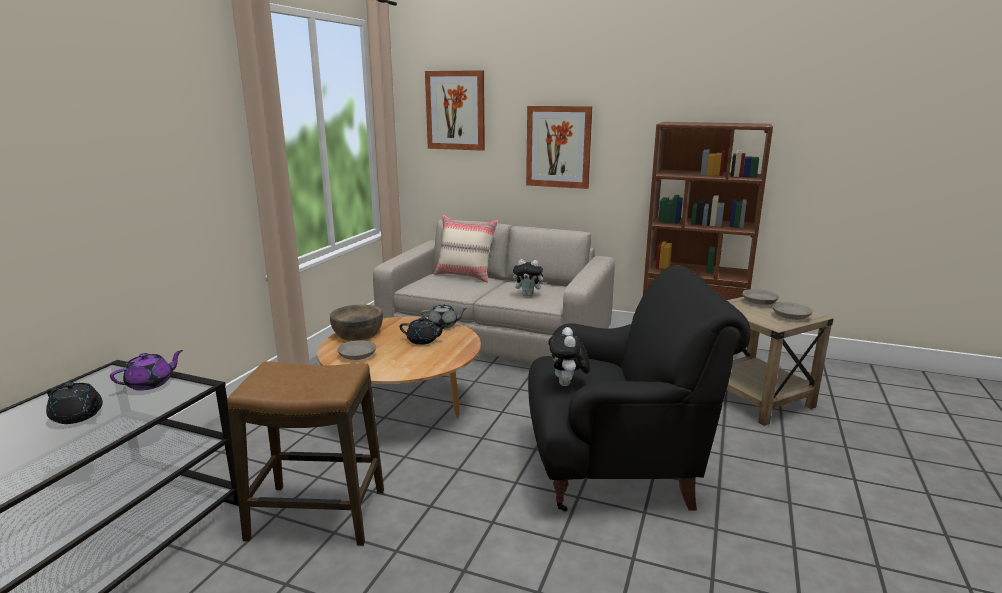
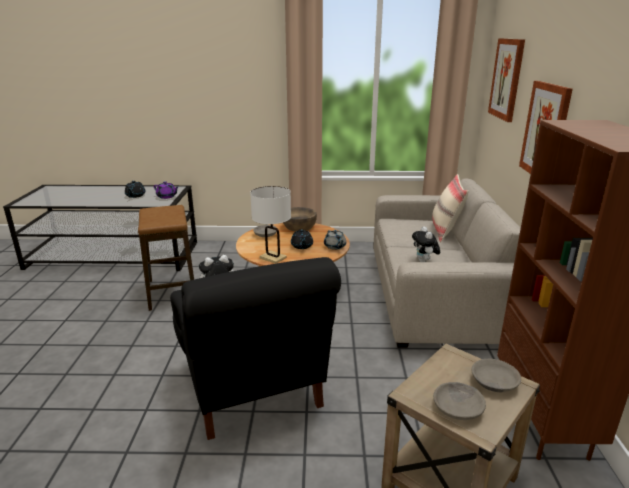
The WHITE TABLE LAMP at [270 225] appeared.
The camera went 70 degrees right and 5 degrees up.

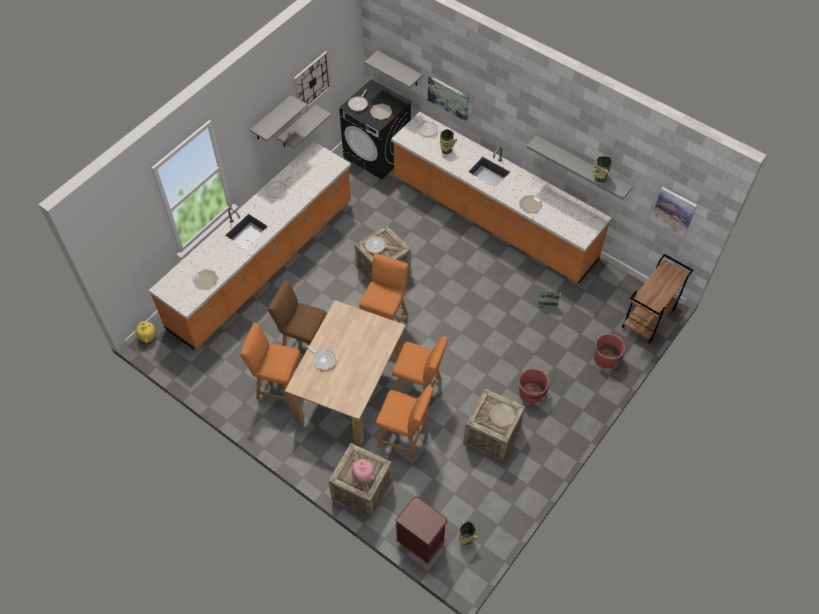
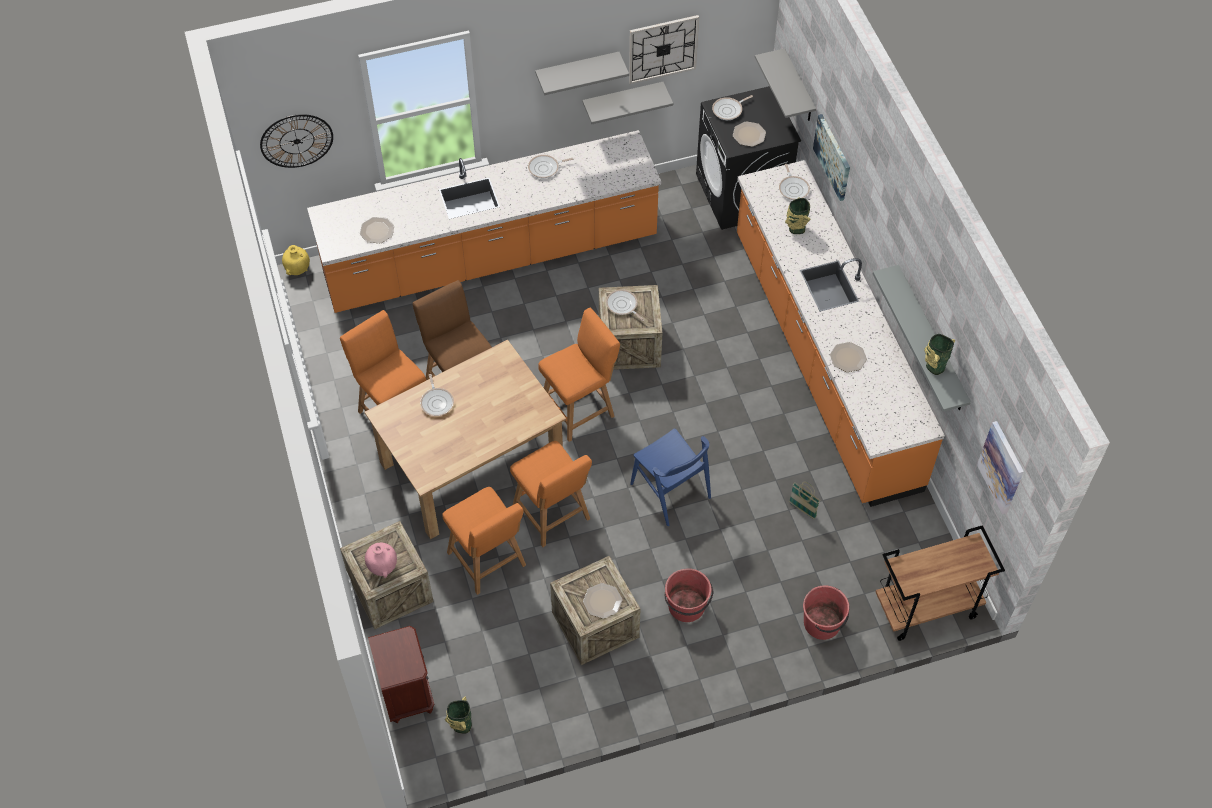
The WALL CLOCK at [296 141] appeared.
The BLUE CHAIR at [670 477] appeared.
The camera went 35 degrees right and 0 degrees up.

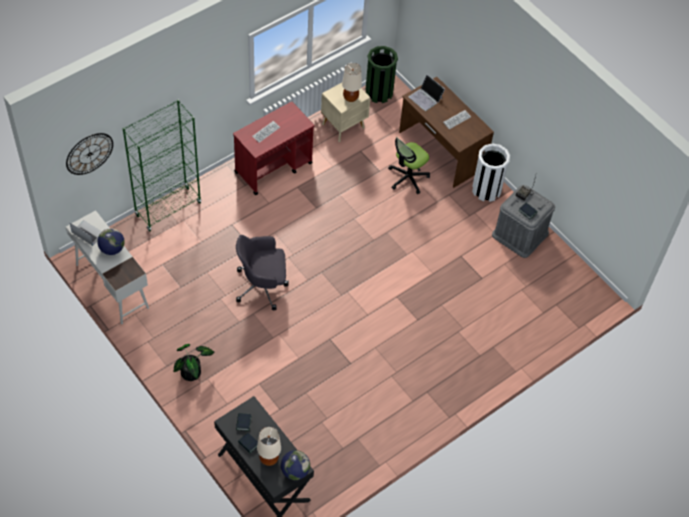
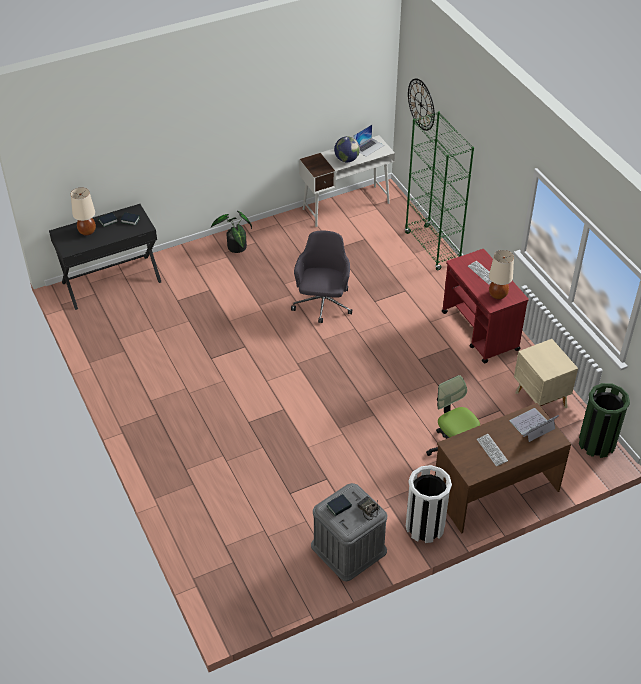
The BEIGE TABLE LAMP moved from [352 82] to [501 275].
The GLOBE at [295 465] disappeared.
The camera went 105 degrees right and 10 degrees down.

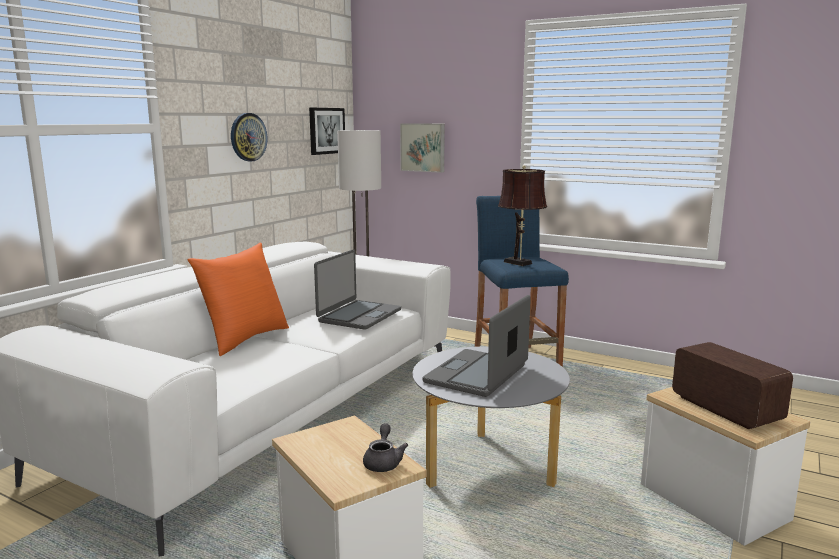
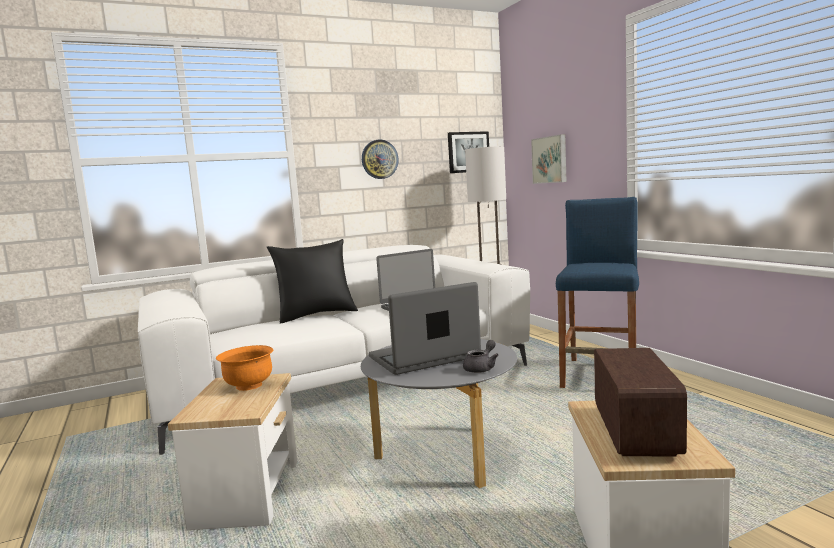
The ORANGE BOWL at [244 368] appeared.
The ORANGE PILLOW at [238 299] became the BLACK PILLOW at [312 281].
The GREY TEAPOT moved from [385 447] to [481 356].
The BROWN TABLE LAMP at [522 215] disappeared.
The camera went 35 degrees right and 5 degrees down.

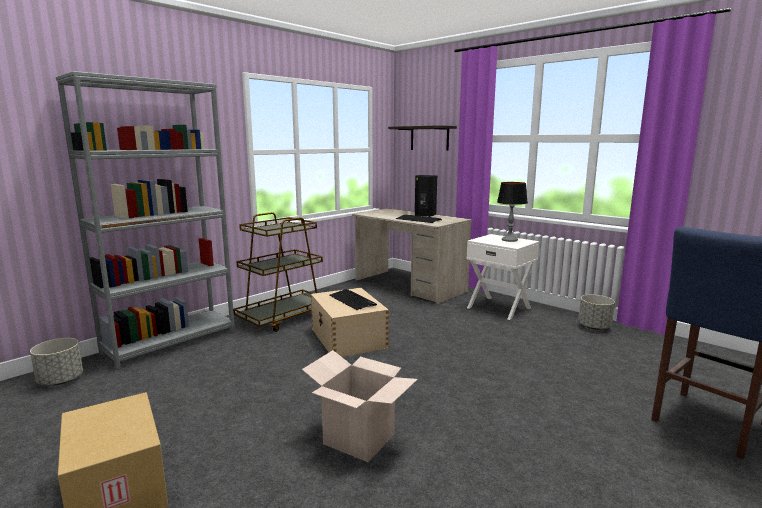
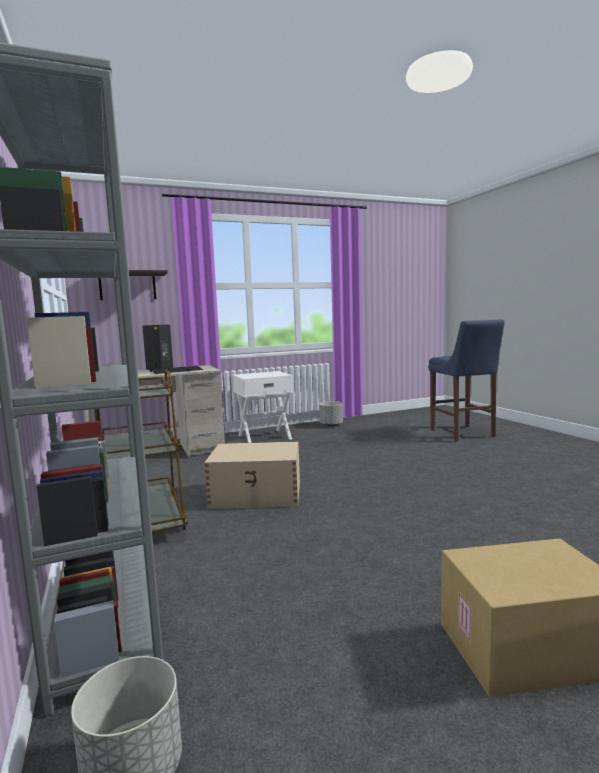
The CARDBOARD BOX at [360 406] disappeared.
The KEYBOARD at [353 299] disappeared.
The TABLE LAMP at [512 212] disappeared.
The camera went 65 degrees left and 5 degrees down.

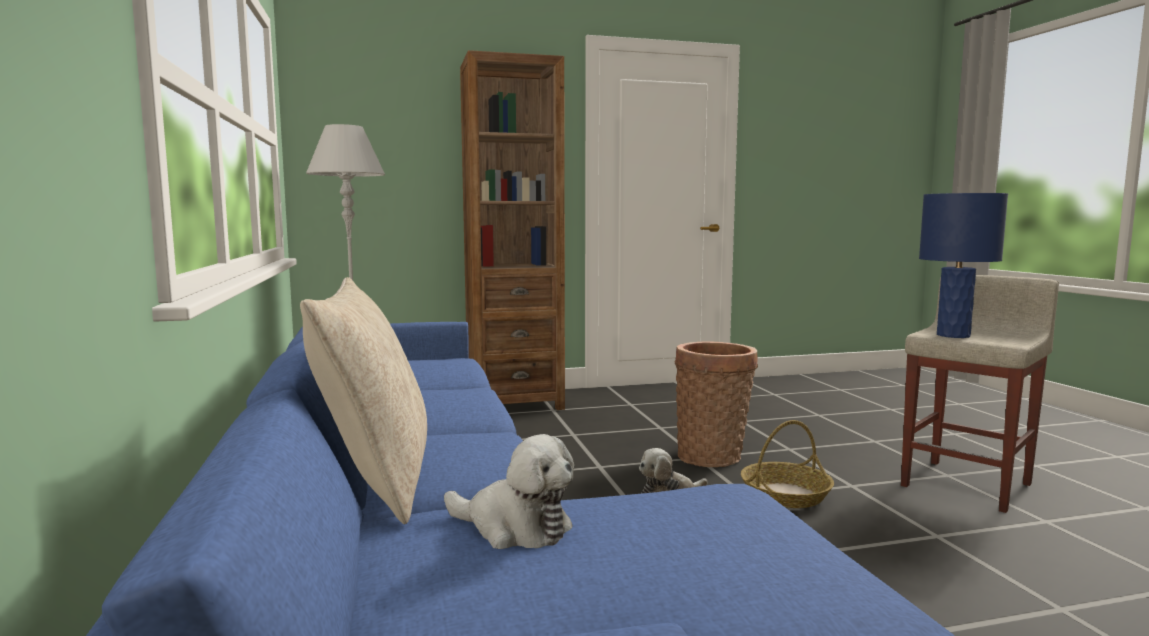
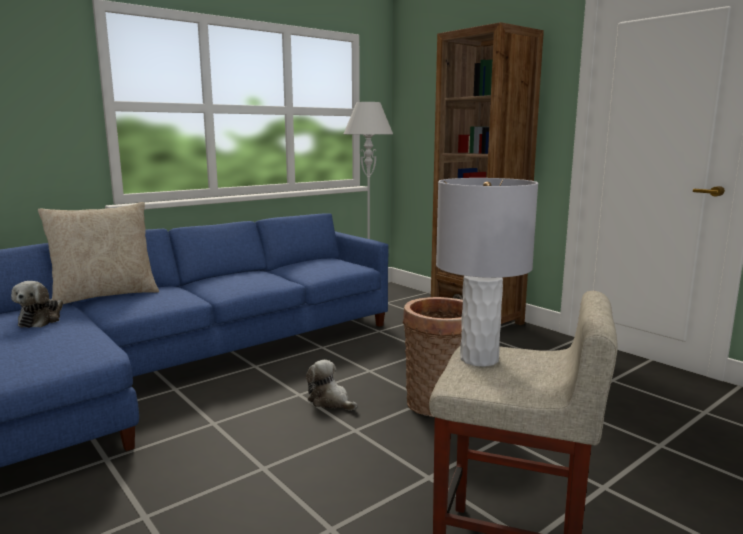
The BLUE TABLE LAMP at [963 265] became the GREY TABLE LAMP at [487 272].
The BASKET at [787 464] disappeared.
The camera went 65 degrees right and 5 degrees up.

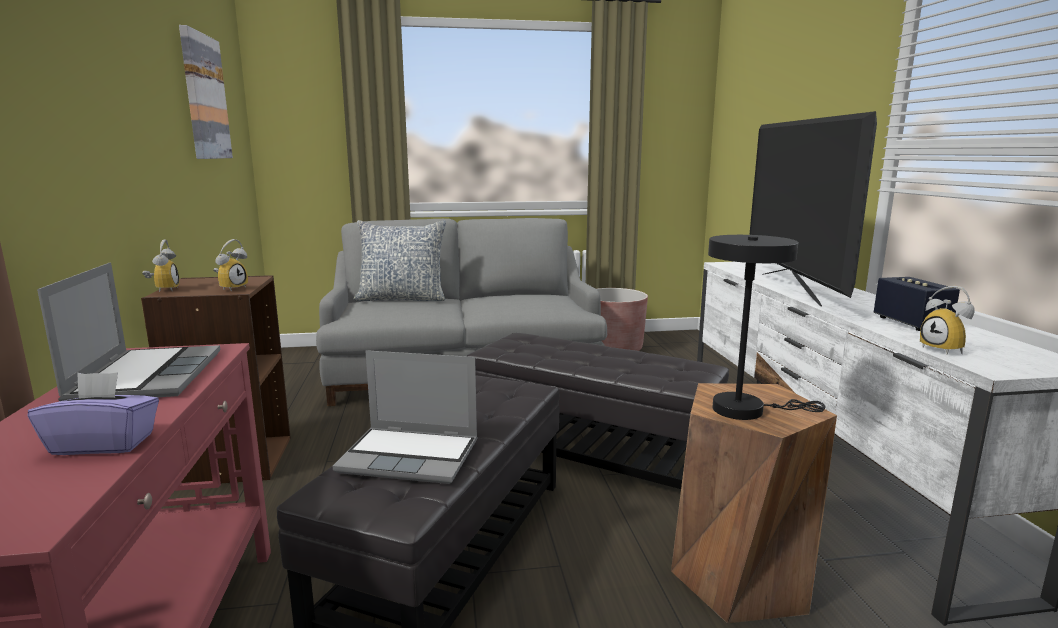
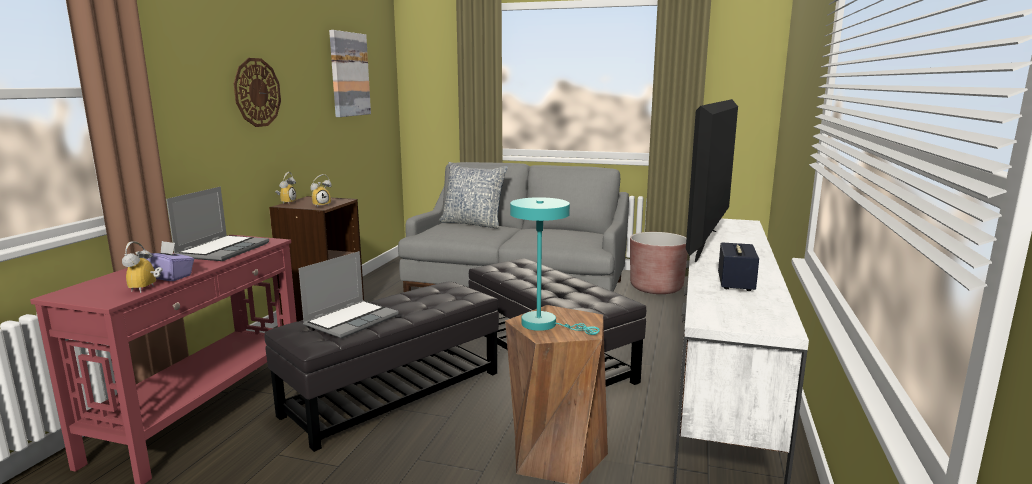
The ALARM CLOCK moved from [947 320] to [142 267].
The WALL CLOCK at [257 92] appeared.
The LAPTOP at [405 417] turned 90 degrees counterclockwise.
The BLACK TABLE LAMP at [767 327] became the TURQUOISE TABLE LAMP at [555 266].
The camera went 25 degrees right and 0 degrees up.

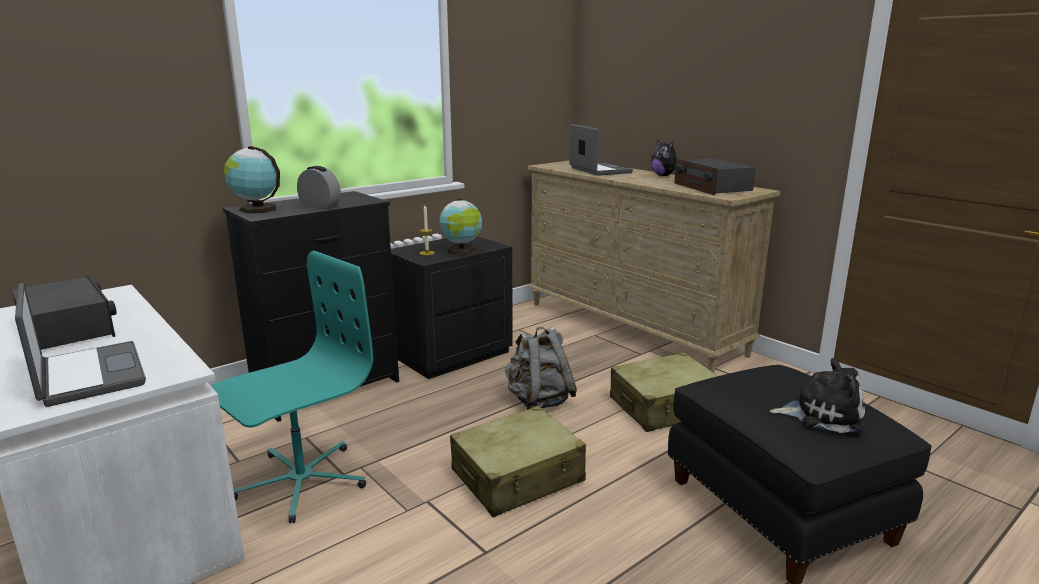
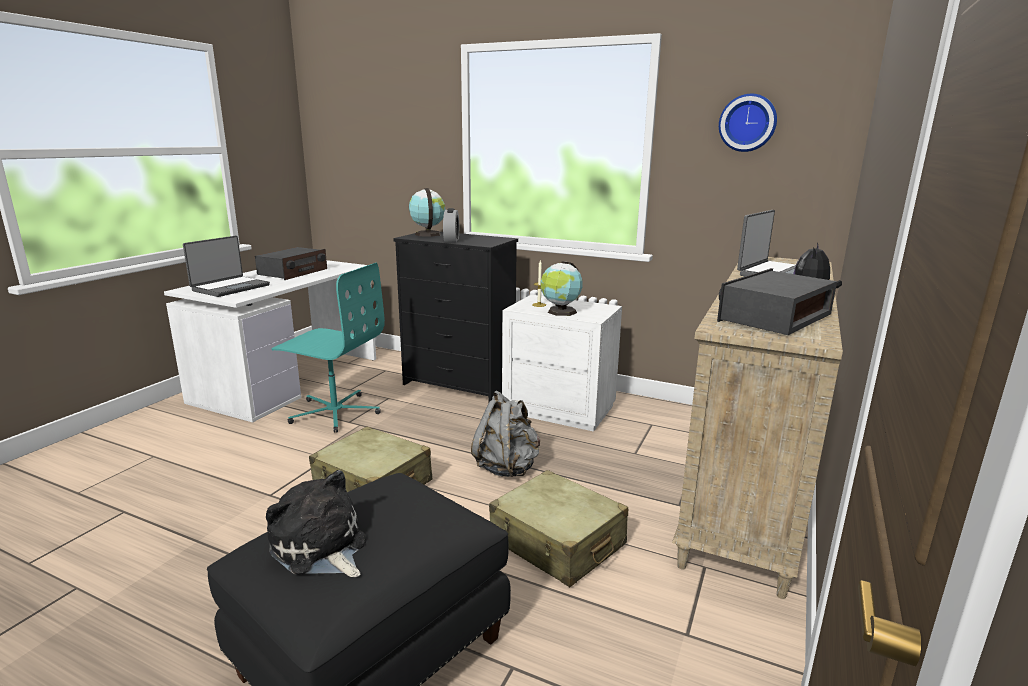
The PLUSH TOY at [817 395] turned 150 degrees clockwise.
The BLACK NIGHTSTAND at [452 307] became the WHITE NIGHTSTAND at [562 363].
The WALL CLOCK at [748 123] appeared.
The camera went 65 degrees right and 0 degrees up.

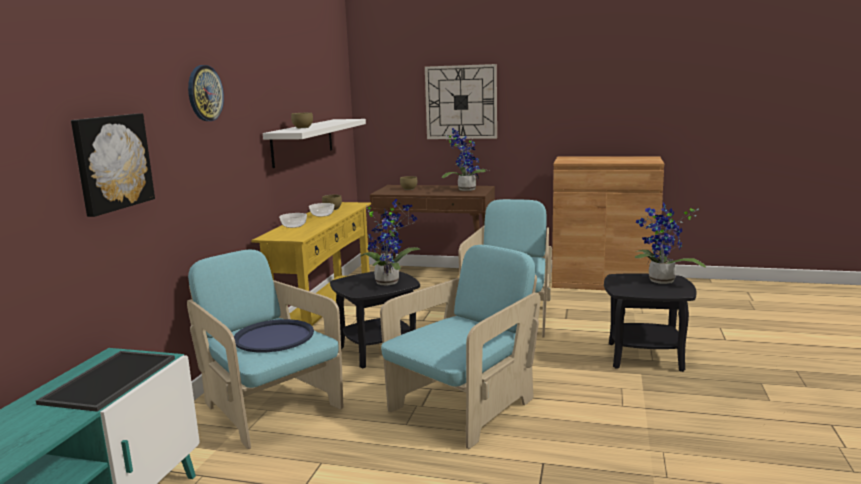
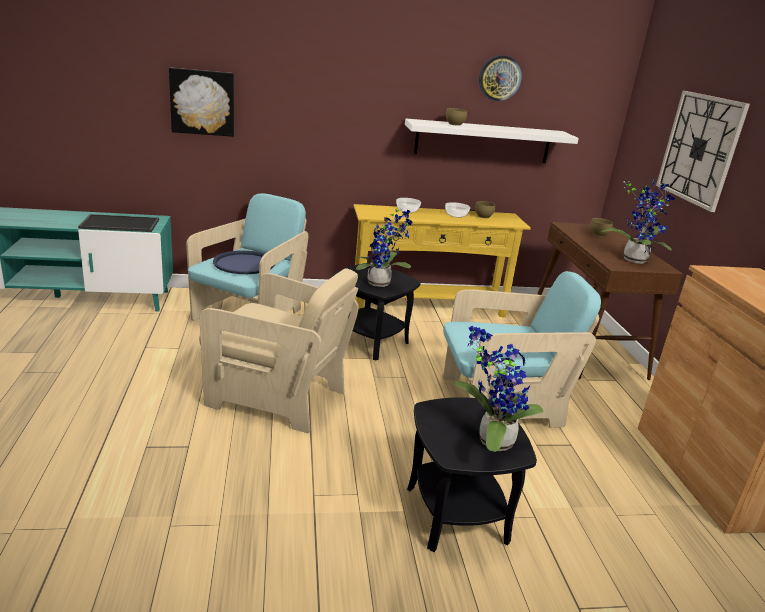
The TURQUOISE ARMCHAIR at [460 347] became the BEIGE ARMCHAIR at [279 350].
The WALL CLOCK moved from [206 93] to [500 78].
The camera went 65 degrees right and 10 degrees up.

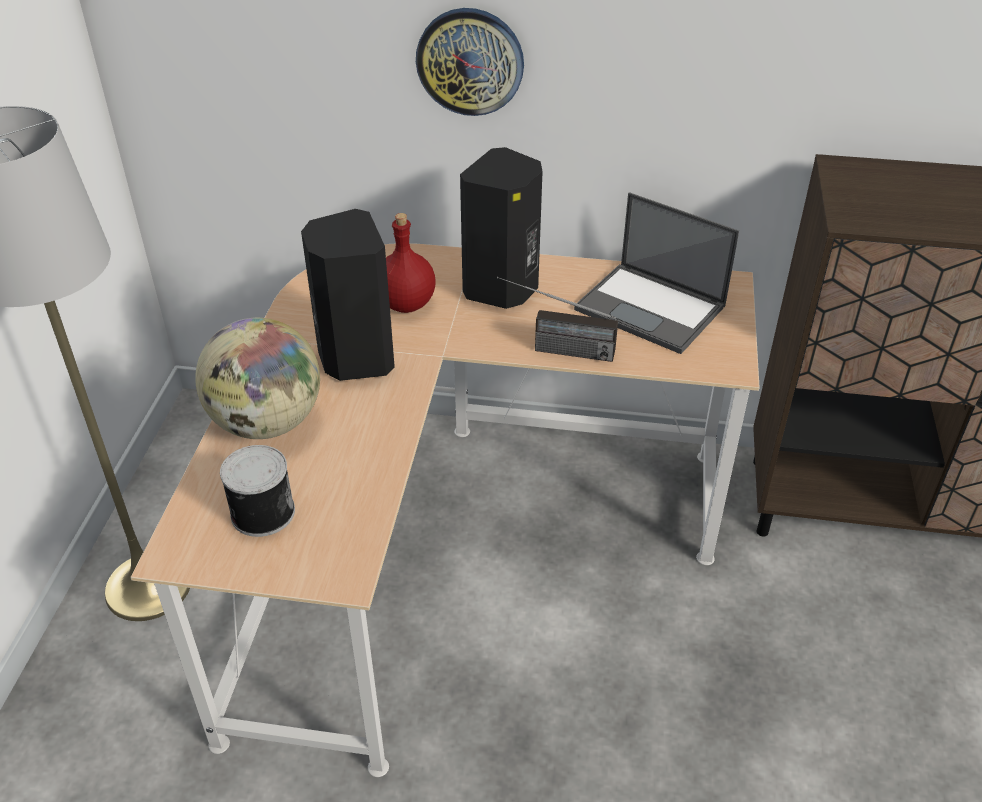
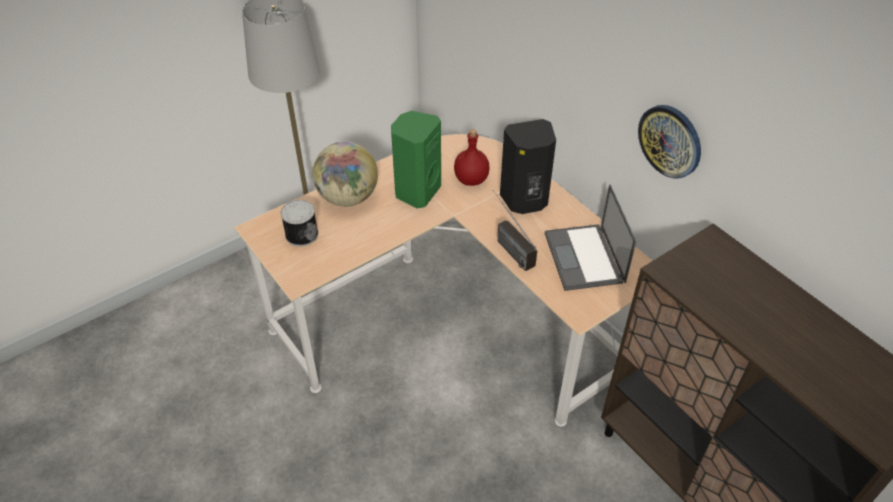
The BLACK SPEAKER at [348 295] became the GREEN SPEAKER at [416 159].
The WALL CLOCK moved from [470 62] to [669 141].
The camera went 45 degrees right and 5 degrees up.

